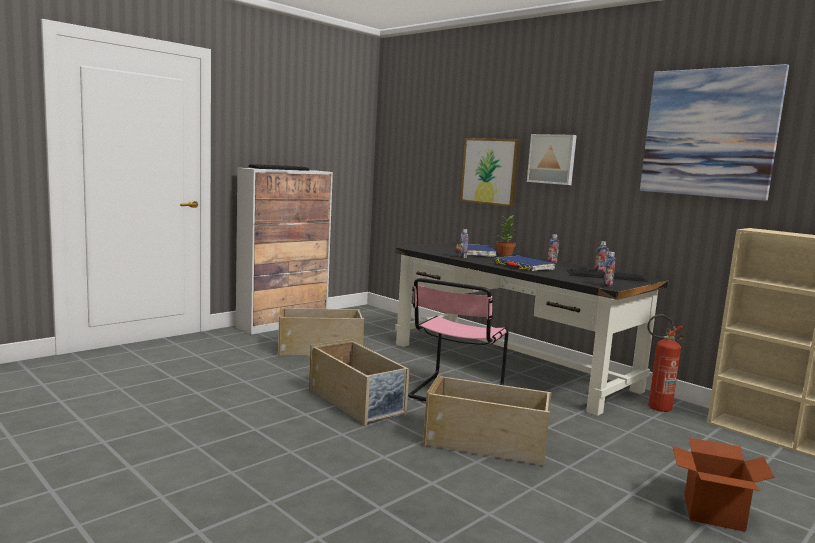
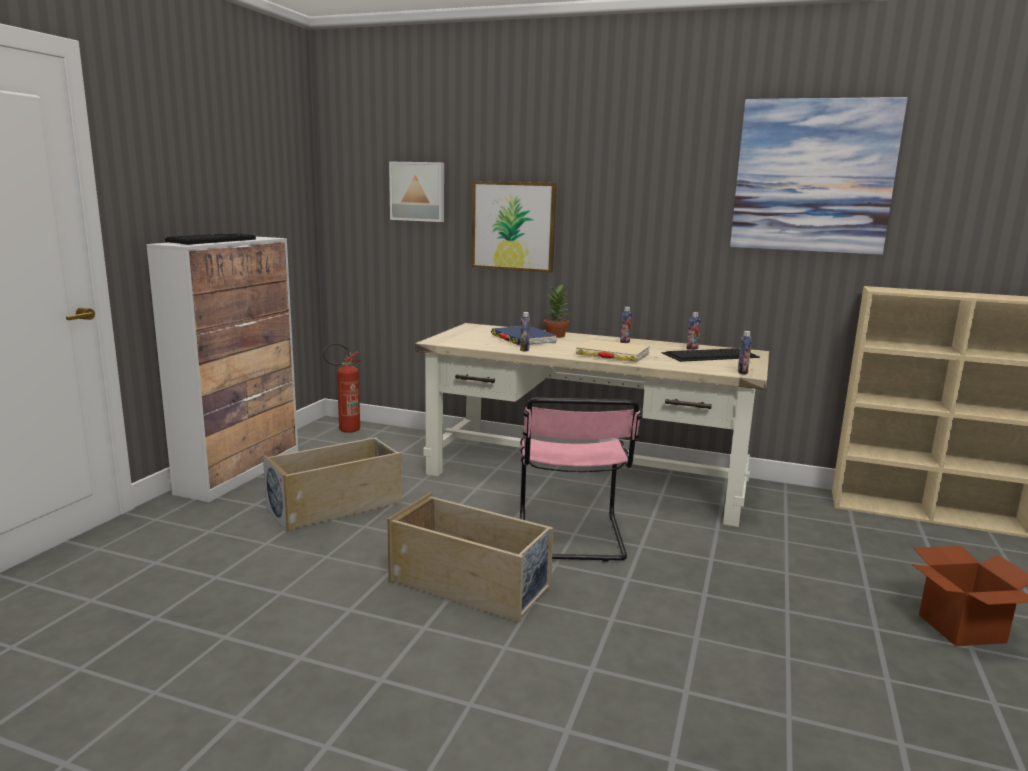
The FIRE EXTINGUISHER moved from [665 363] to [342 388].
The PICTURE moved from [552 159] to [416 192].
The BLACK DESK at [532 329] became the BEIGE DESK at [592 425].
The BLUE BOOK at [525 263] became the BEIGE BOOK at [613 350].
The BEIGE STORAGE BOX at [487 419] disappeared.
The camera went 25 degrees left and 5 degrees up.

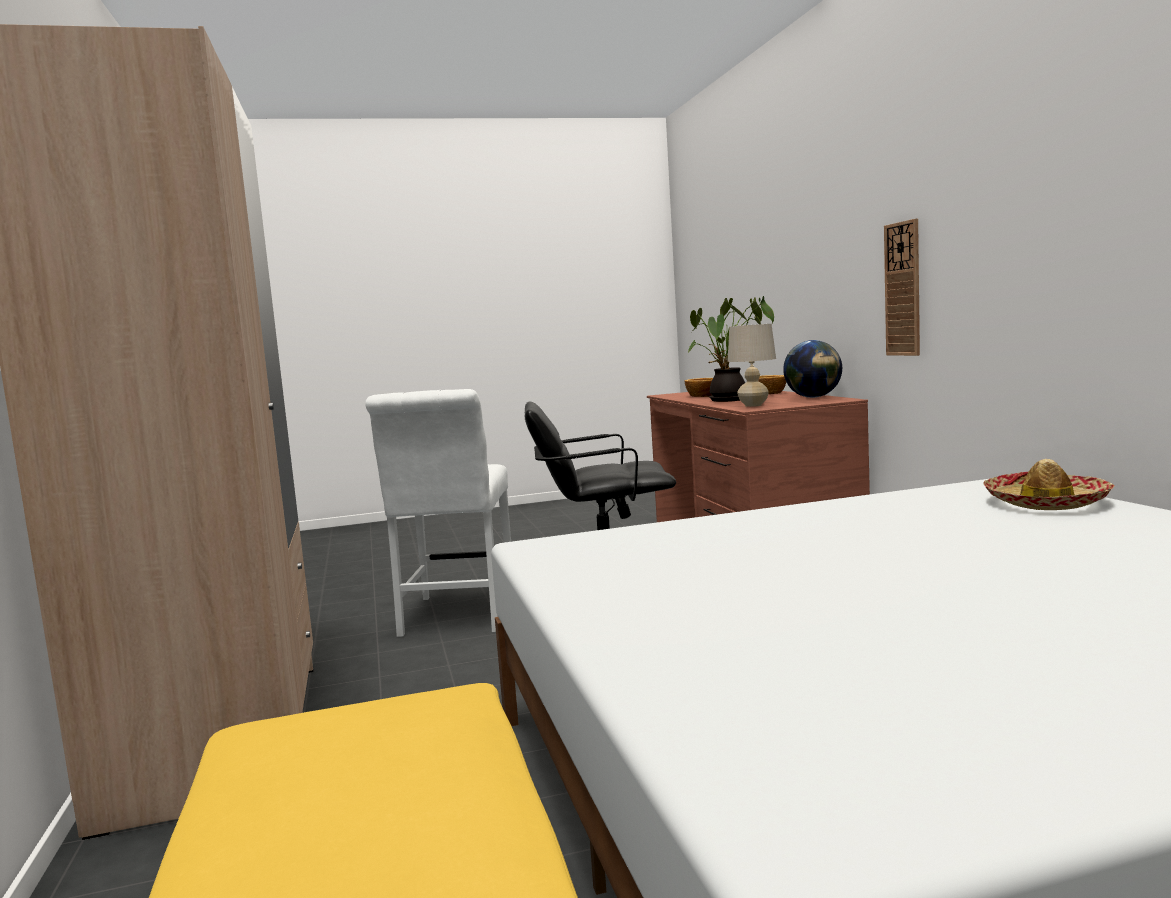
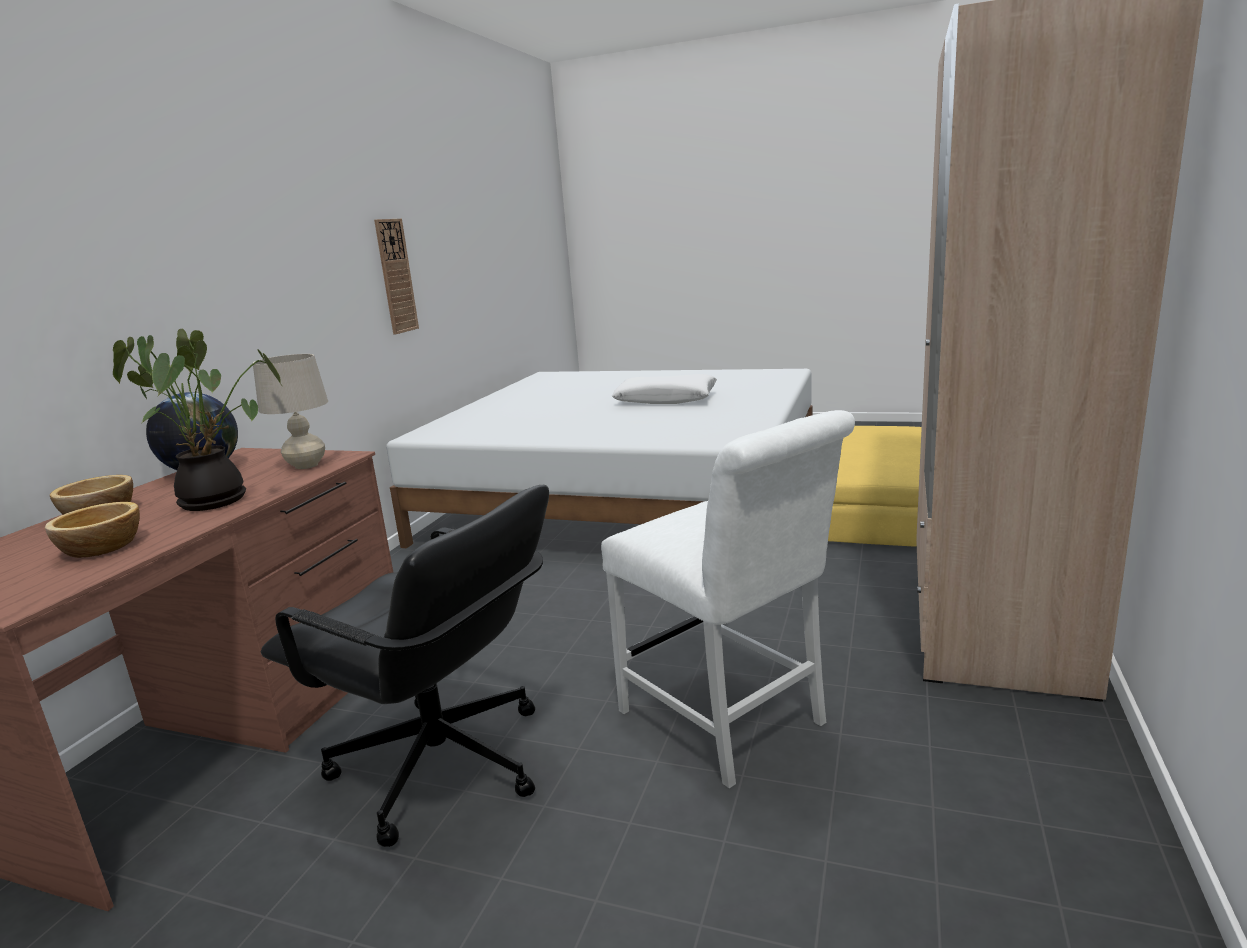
The WALL CLOCK moved from [902 287] to [396 276].
The WHITE CHAIR at [438 513] turned 105 degrees clockwise.
The WHITE PILLOW at [664 389] appeared.
The HAT at [1049 484] disappeared.
The camera went 145 degrees left and 10 degrees up.

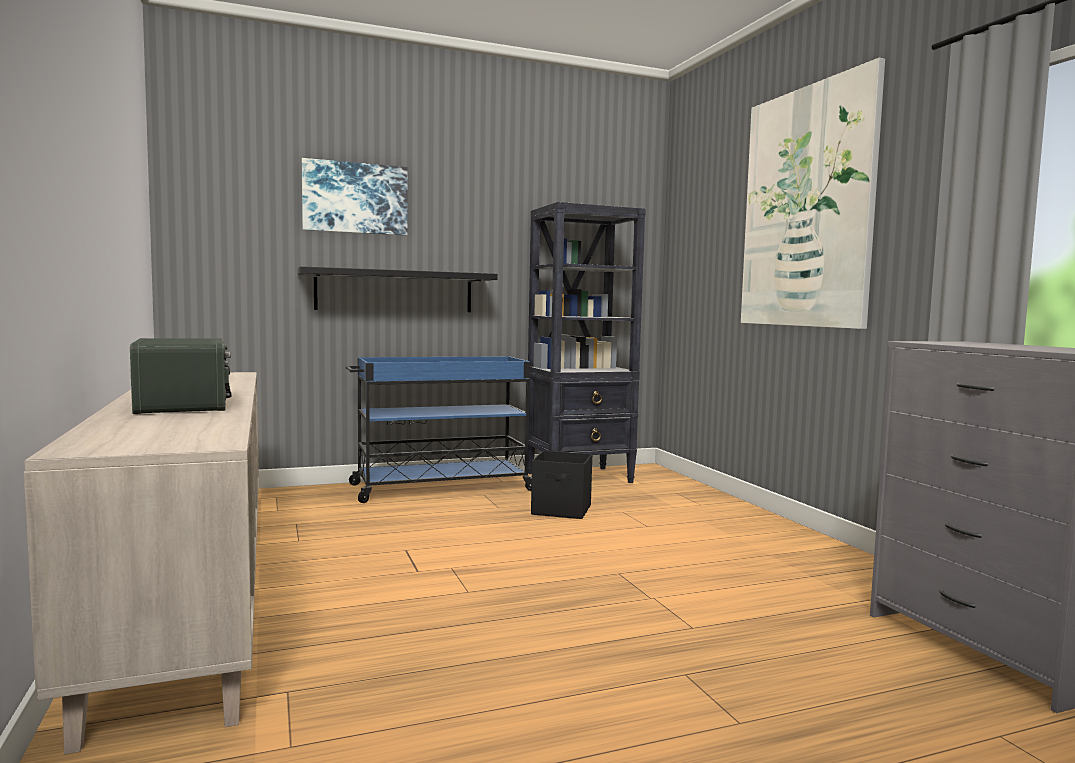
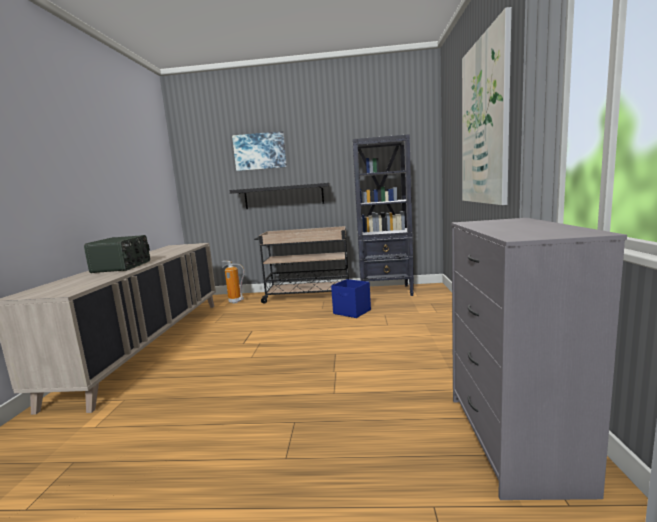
The FIRE EXTINGUISHER at [233 282] appeared.
The BLUE CART at [439 429] became the BEIGE CART at [301 265].
The BLACK STORAGE BOX at [561 485] became the BLUE STORAGE BOX at [351 298].
The camera went 25 degrees right and 5 degrees up.

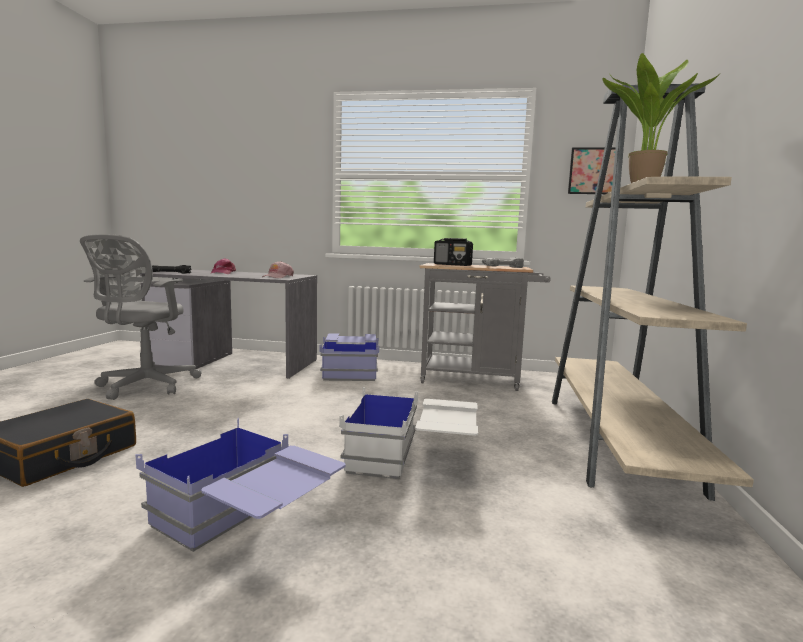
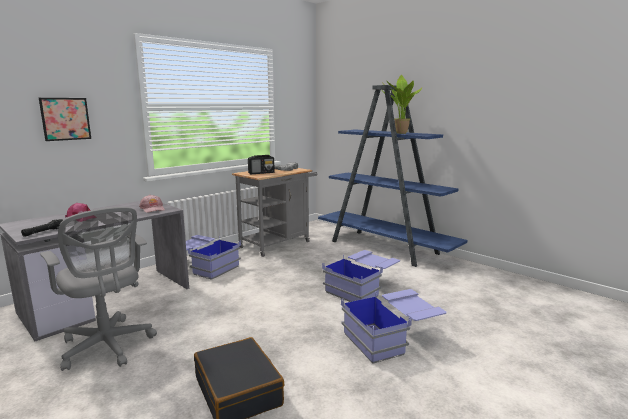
The PICTURE moved from [592 170] to [65 119].
The BEIGE BOOKCASE at [653 292] became the BLUE BOOKCASE at [392 176].
The WHITE STORAGE BOX at [408 433] became the BLUE STORAGE BOX at [361 276].
The camera went 55 degrees left and 5 degrees up.

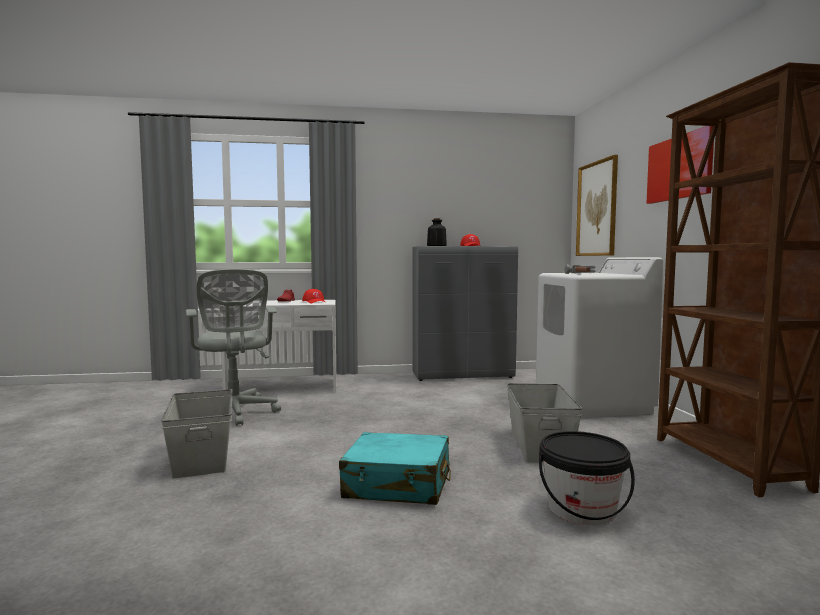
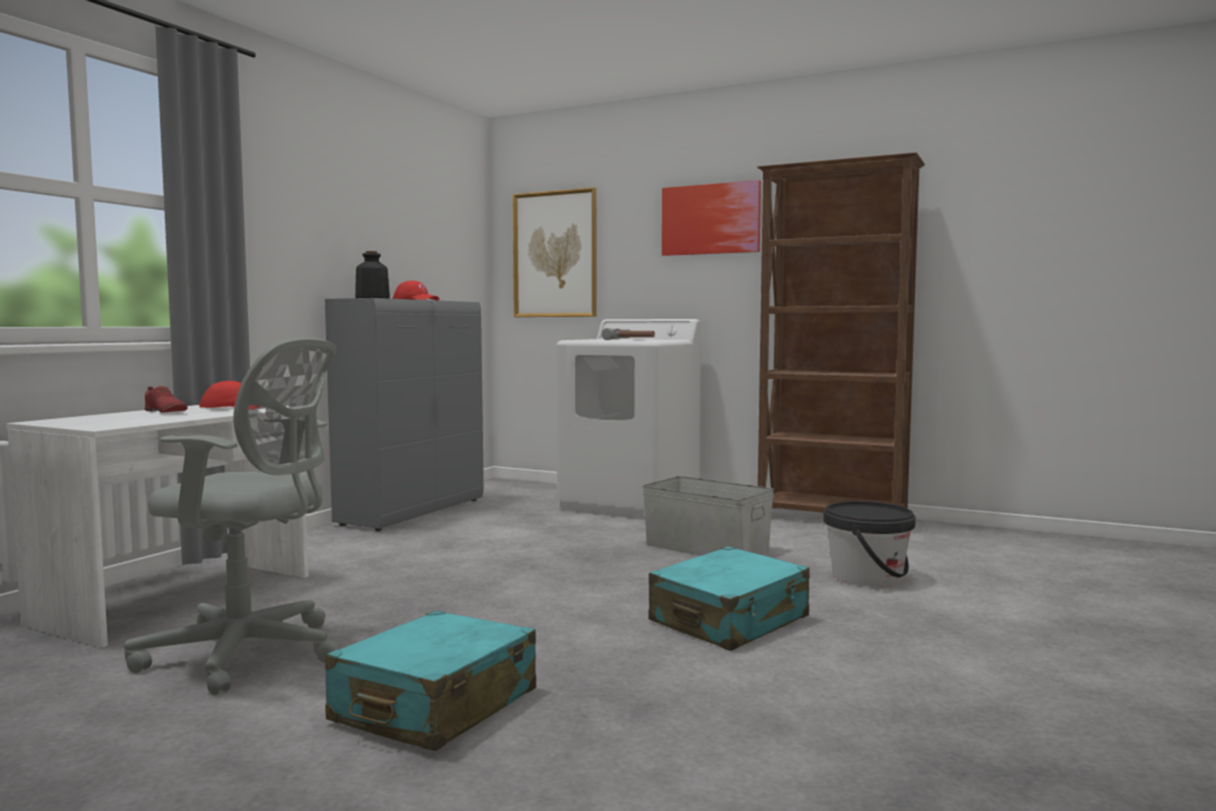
The GREY STORAGE BOX at [197 433] was replaced by the TURQUOISE SUITCASE at [430 681].
The camera went 55 degrees left and 0 degrees up.

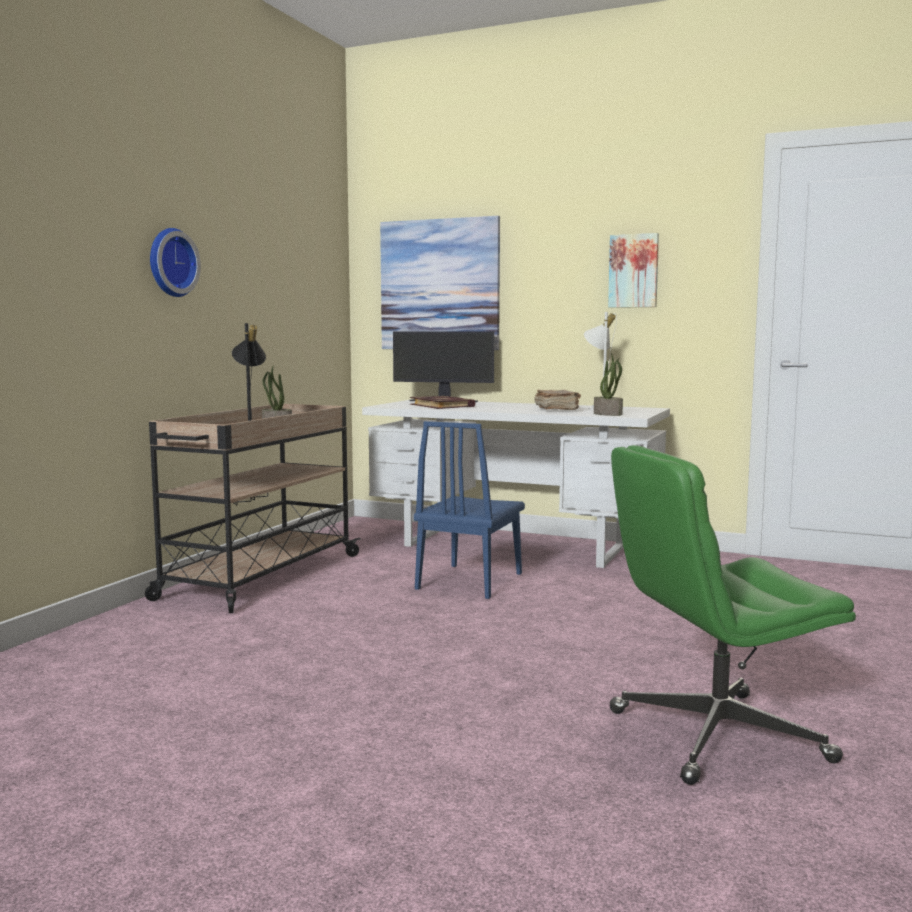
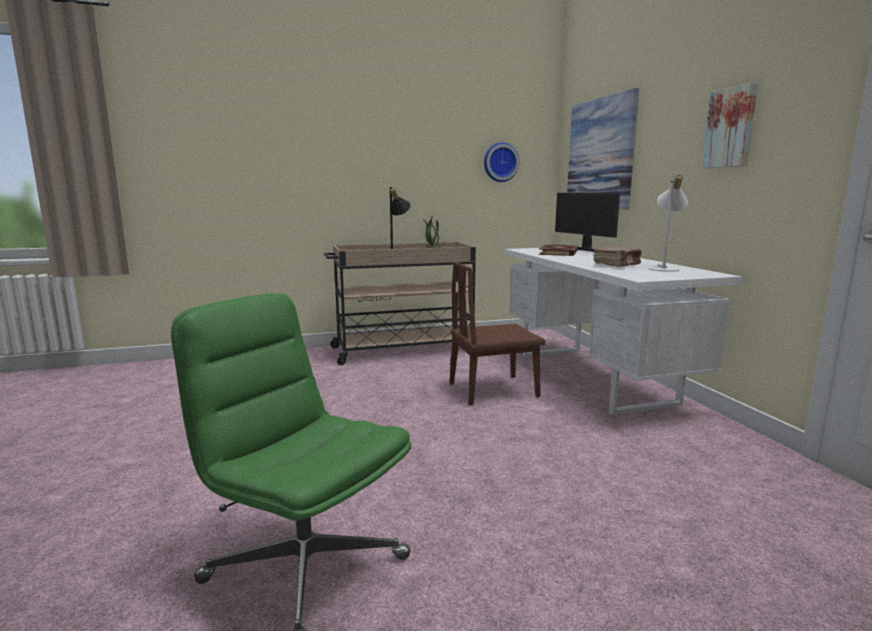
The BLUE CHAIR at [469 510] became the BROWN CHAIR at [497 333].
The WALL CLOCK moved from [175 262] to [501 162].
The POTTED PLANT at [608 384] disappeared.
The camera went 50 degrees right and 5 degrees up.

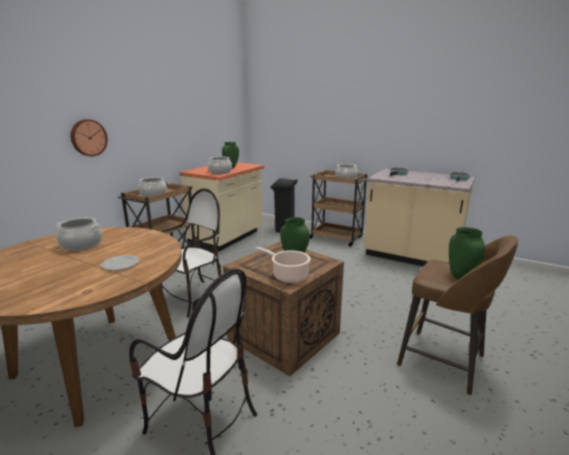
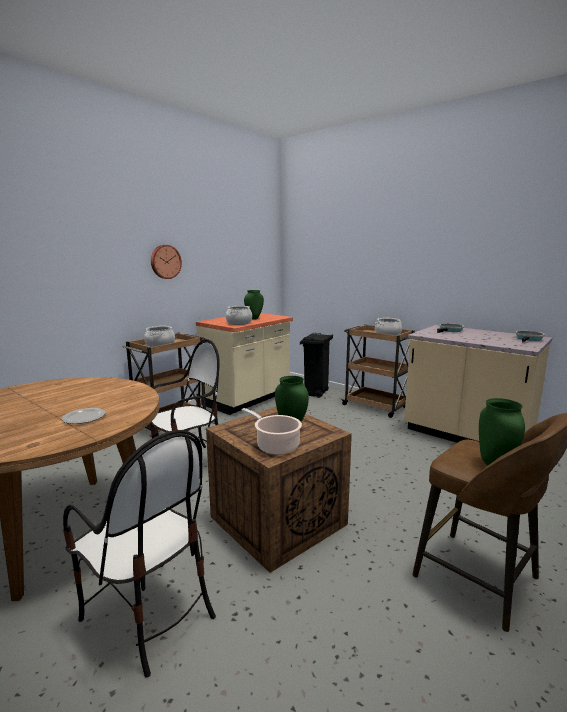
The WALL CLOCK moved from [89 137] to [166 262].
The COOKING POT at [78 234] disappeared.
The camera went 10 degrees right and 5 degrees down.

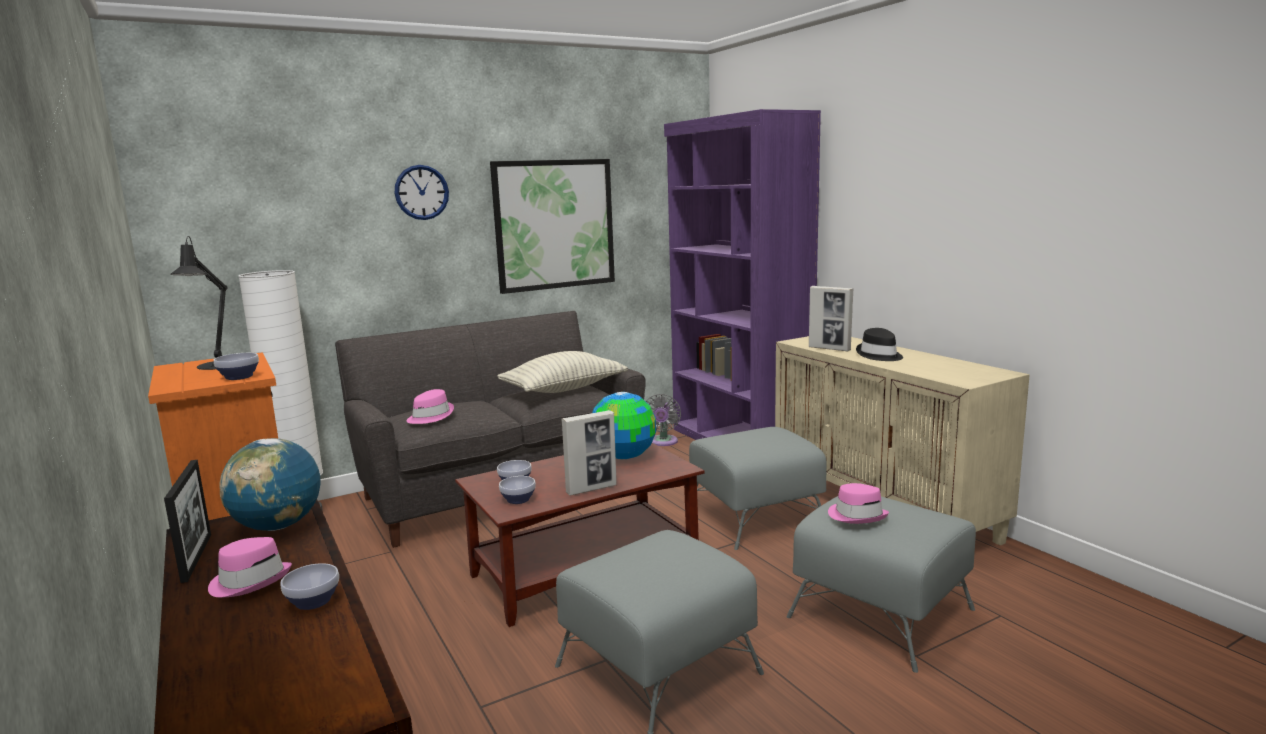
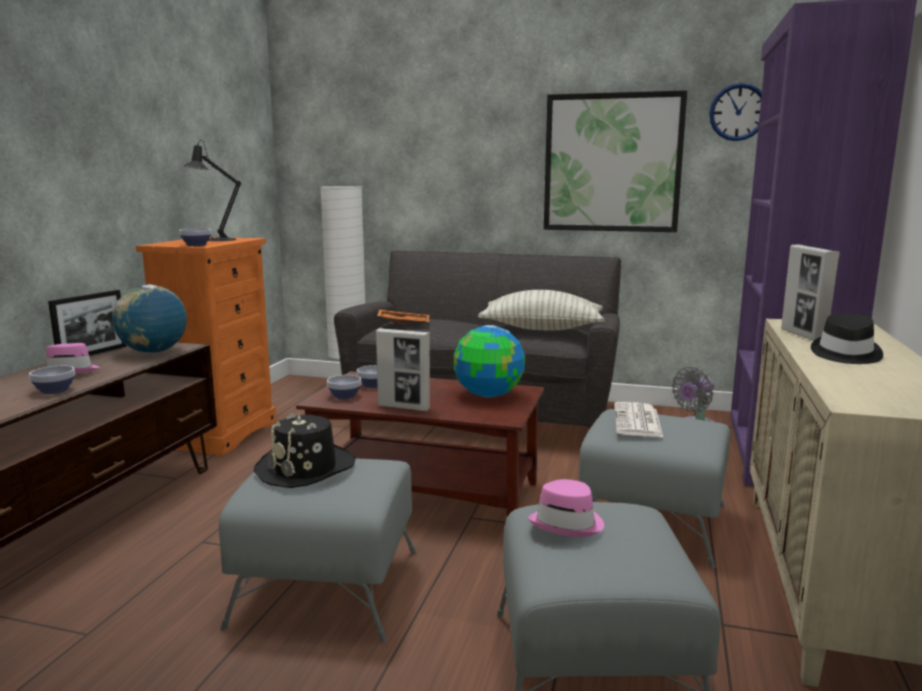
The BLACK HAT at [304 451] appeared.
The PINK HAT at [430 406] was replaced by the ORANGE TRAY at [403 317].
The NEWSPAPER at [638 419] appeared.
The WALL CLOCK moved from [422 192] to [735 112].
The camera went 45 degrees right and 0 degrees up.

